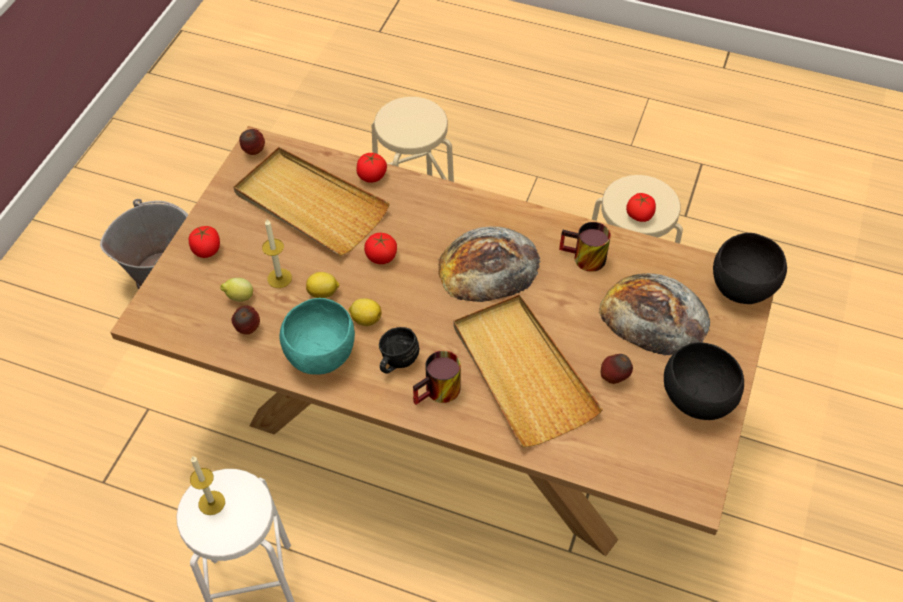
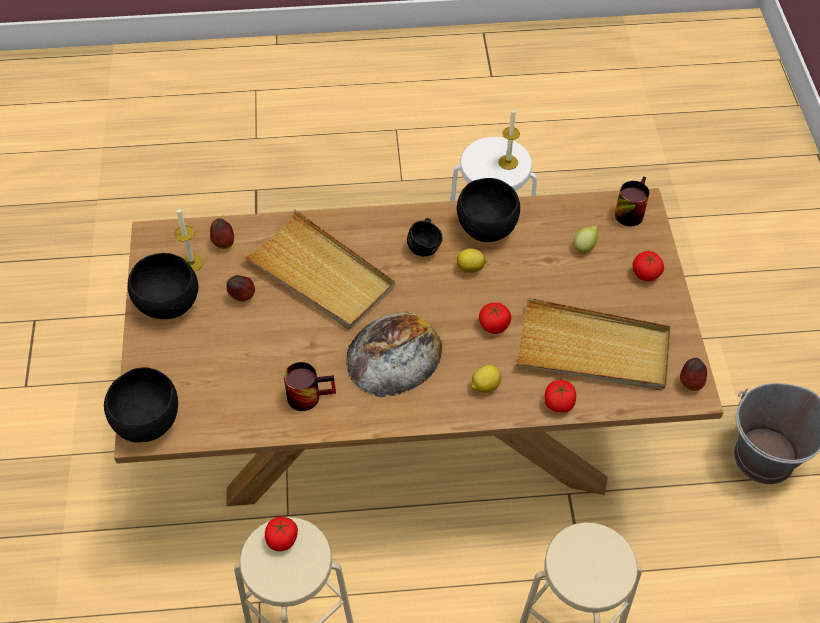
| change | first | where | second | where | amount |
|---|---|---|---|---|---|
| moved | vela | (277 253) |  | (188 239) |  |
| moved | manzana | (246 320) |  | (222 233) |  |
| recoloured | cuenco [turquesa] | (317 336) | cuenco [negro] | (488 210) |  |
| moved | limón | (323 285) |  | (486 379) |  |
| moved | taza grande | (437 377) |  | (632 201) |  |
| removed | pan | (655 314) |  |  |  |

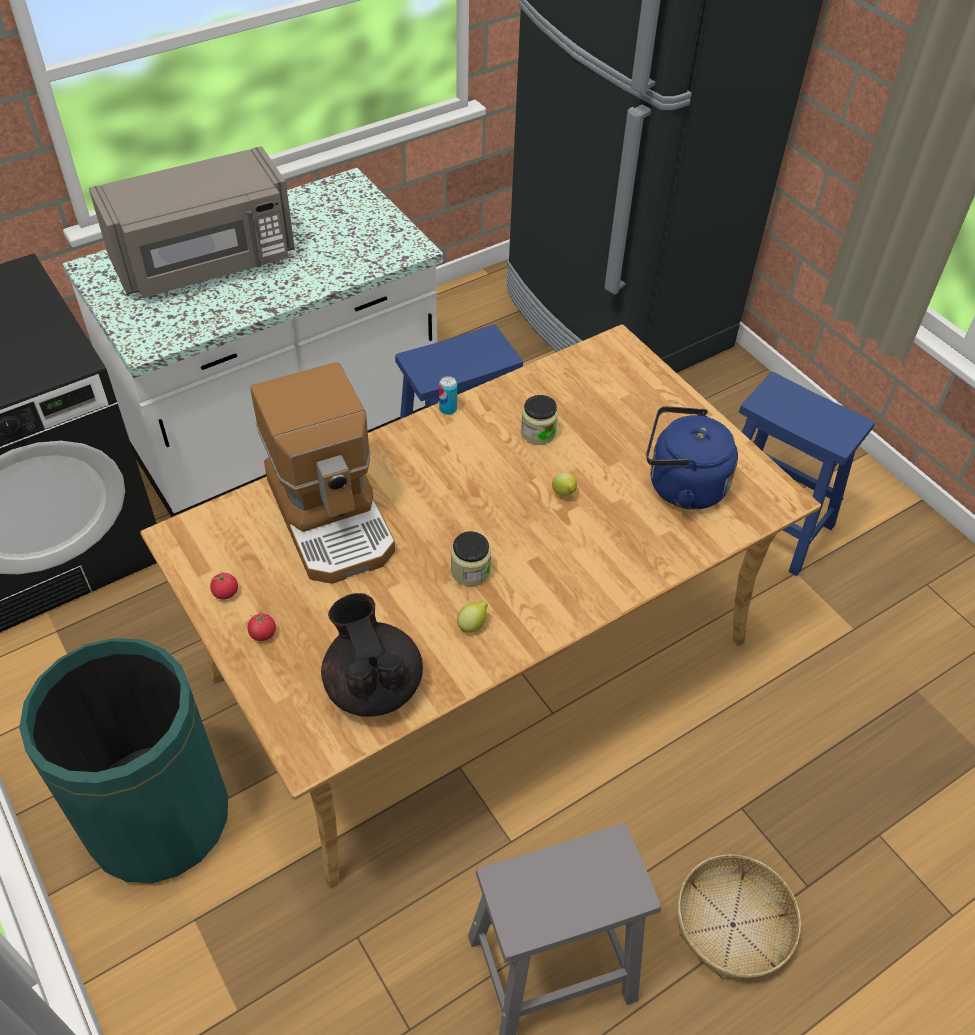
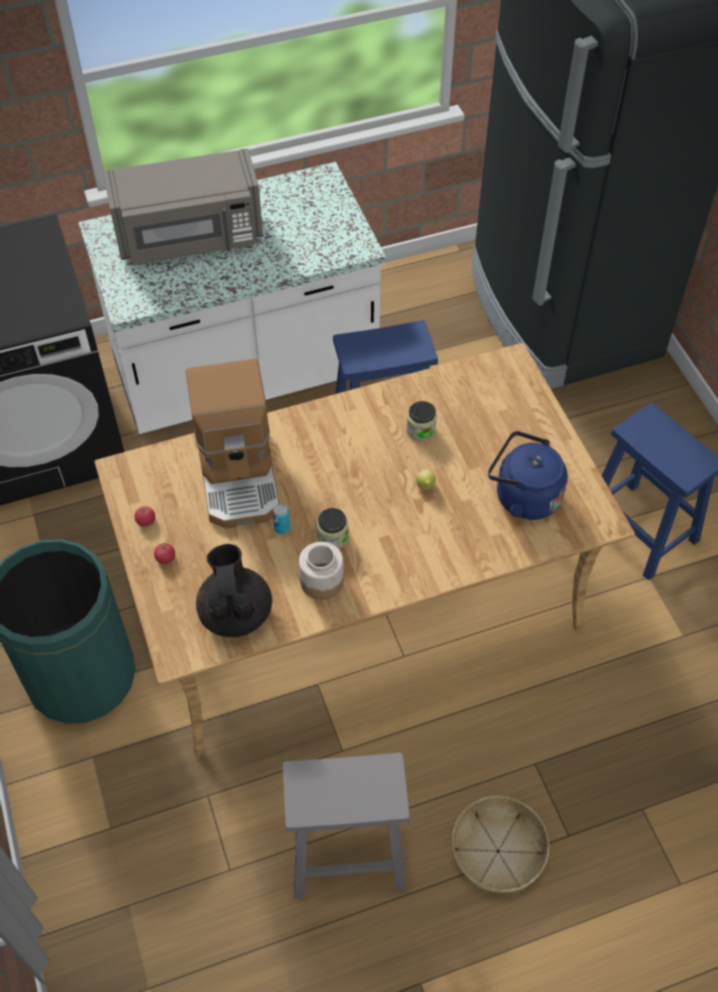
| change | first | where | second | where | amount |
|---|---|---|---|---|---|
| moved | lata | (448 395) |  | (281 519) |  |
| replaced | limón | (472 617) | tarro | (321 571) |  |

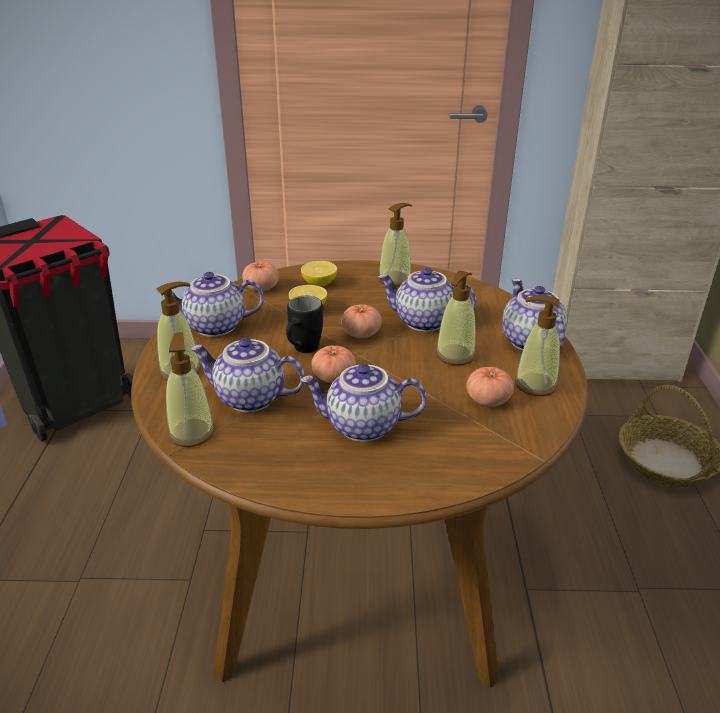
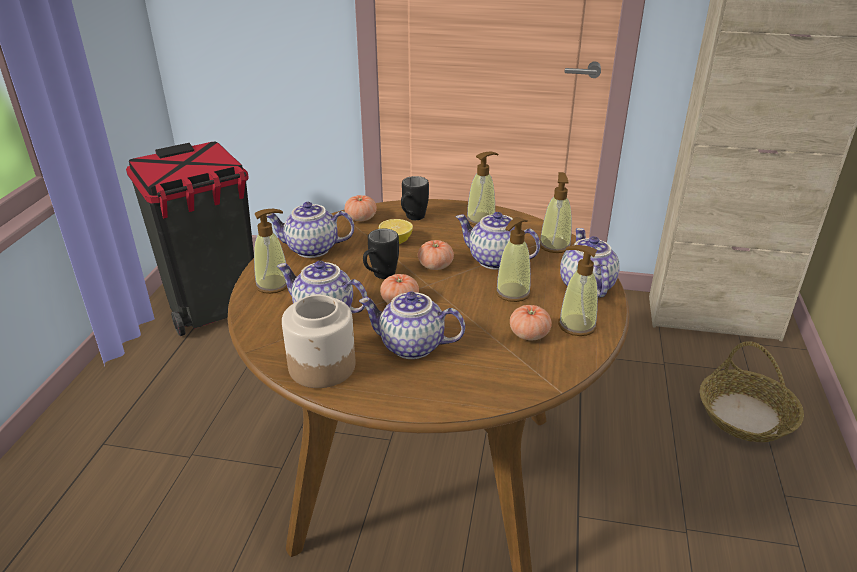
| change | first | where | second | where | amount |
|---|---|---|---|---|---|
| added |  |  | tarro | (319 341) |  |
| replaced | limón | (319 274) | taza grande [negro] | (415 198) |  |
| moved | dispensador de jabón | (190 389) |  | (556 212) |  |

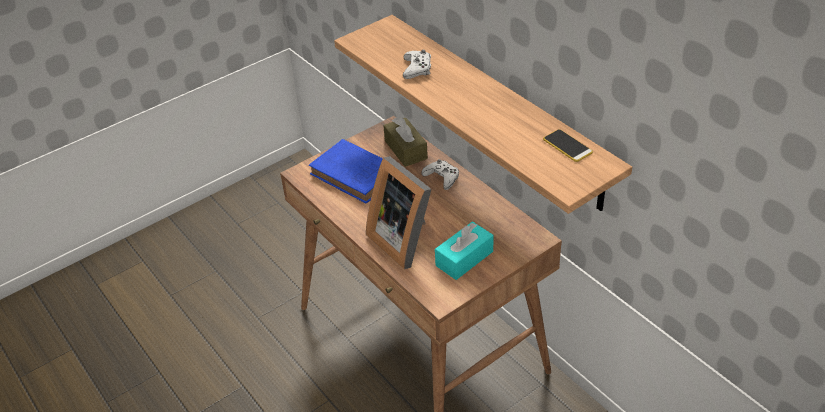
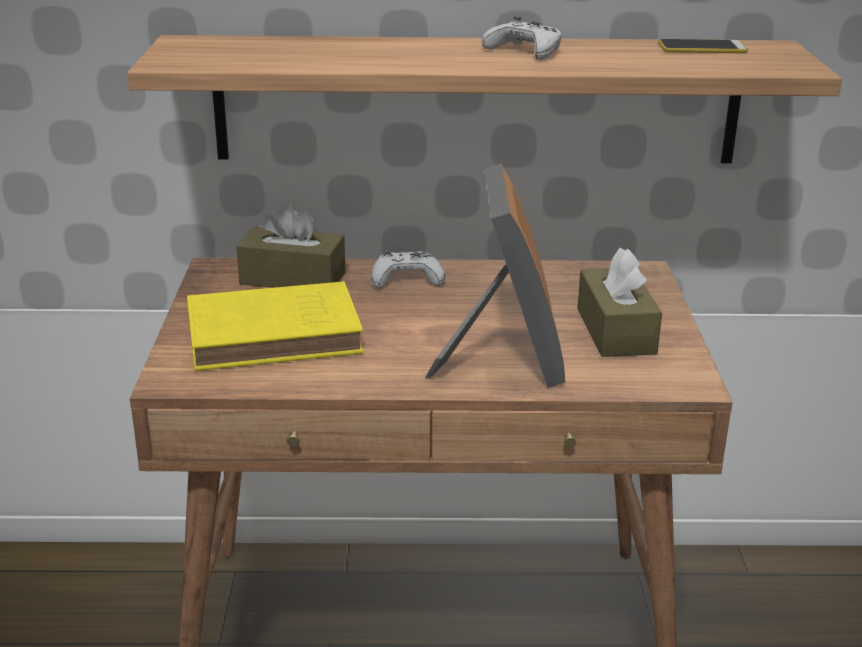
| change | first | where | second | where | amount |
|---|---|---|---|---|---|
| recoloured | libro [azul] | (346 171) | libro [amarillo] | (275 326) |  |
| turned | portarretratos | (398 212) |  | (495 276) | 90 degrees counterclockwise |
| moved | mando de consola [blanco] | (417 64) |  | (521 38) |  |
| recoloured | caja de pañuelos [turquesa] | (464 250) | caja de pañuelos [marrón] | (619 302) |  |

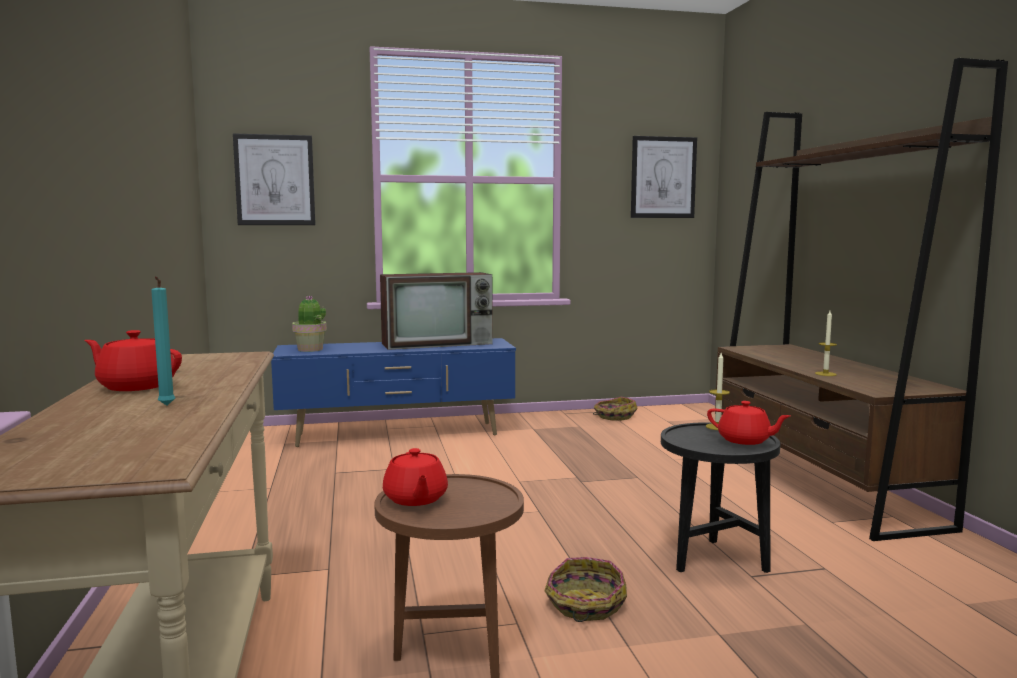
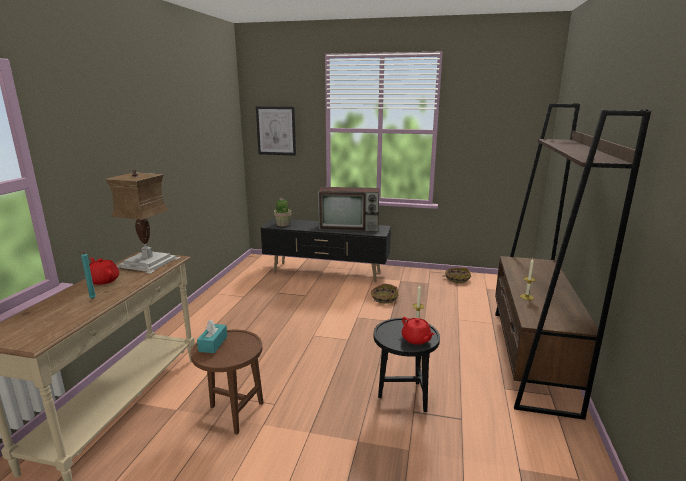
| change | first | where | second | where | amount |
|---|---|---|---|---|---|
| added |  |  | lámpara de mesa | (143 222) |  |
| replaced | tetera [rojo] | (415 477) | caja de pañuelos [turquesa] | (212 336) |  |
| recoloured | mueble de televisión [azul] | (393 392) | mueble de televisión [negro] | (326 250) |  |
| moved | cesta | (585 589) |  | (384 293) |  |
| removed | cuadro | (664 177) |  |  |  |

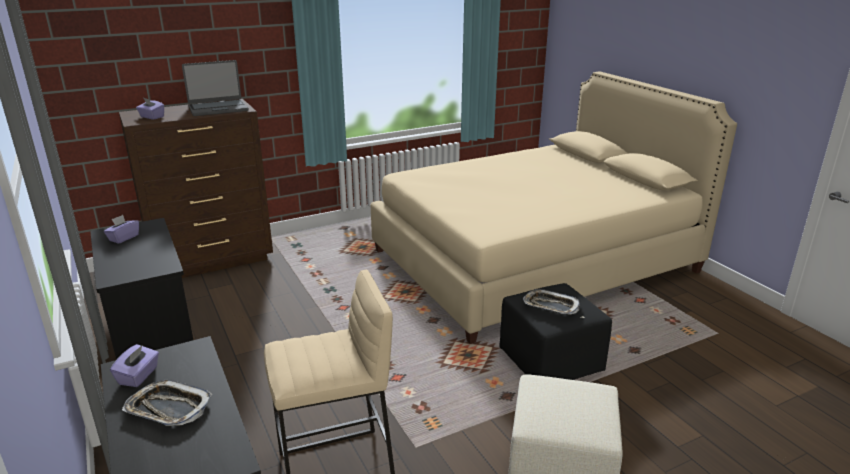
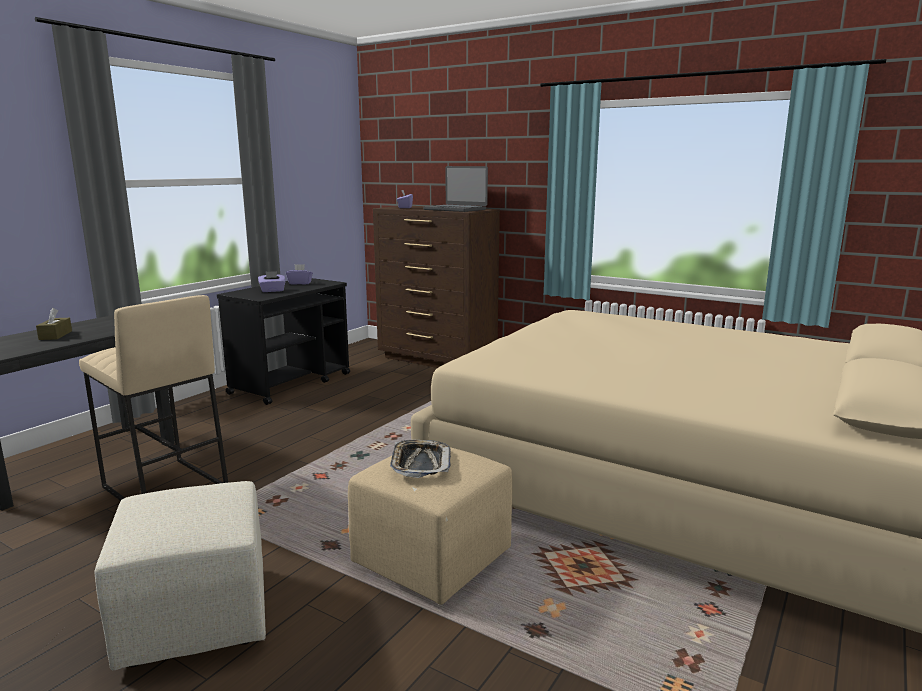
| change | first | where | second | where | amount |
|---|---|---|---|---|---|
| replaced | bandeja | (167 403) | caja de pañuelos [marrón] | (54 324) |  |
| moved | caja de pañuelos [morado] | (134 365) |  | (272 281) |  |
| recoloured | puf [negro] | (555 331) | puf [beis] | (430 526) |  |

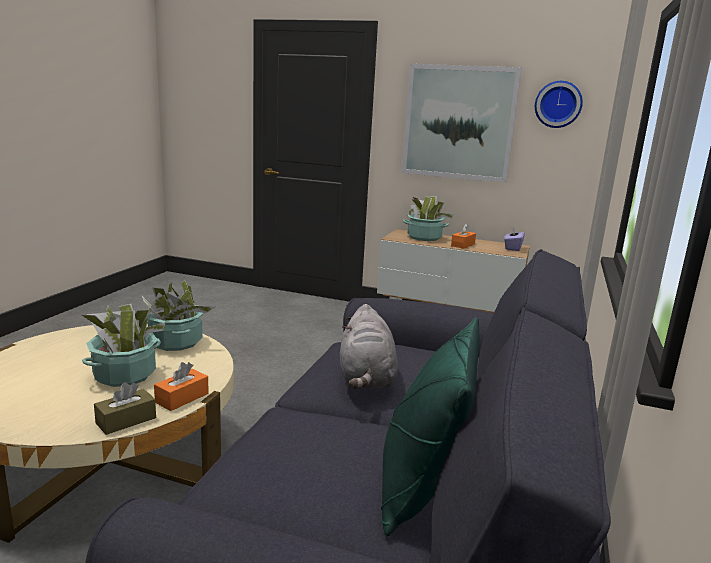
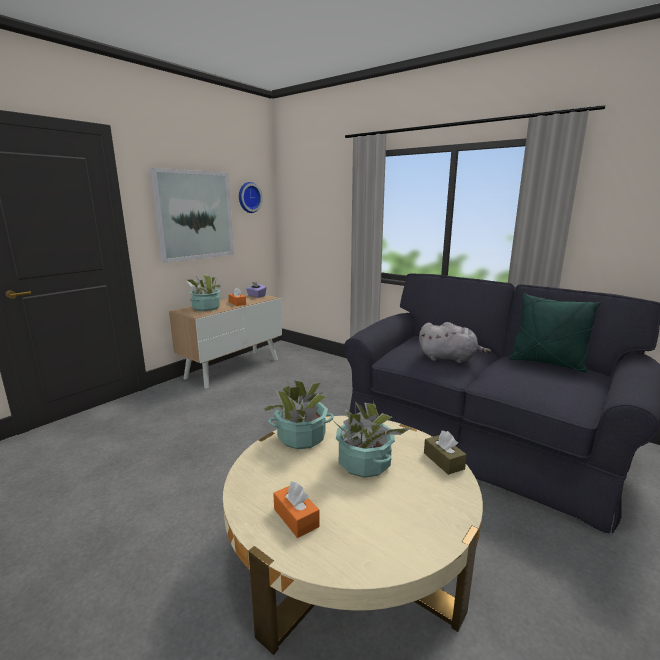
| change | first | where | second | where | amount |
|---|---|---|---|---|---|
| moved | caja de pañuelos [naranja] | (181 386) |  | (296 509) |  |

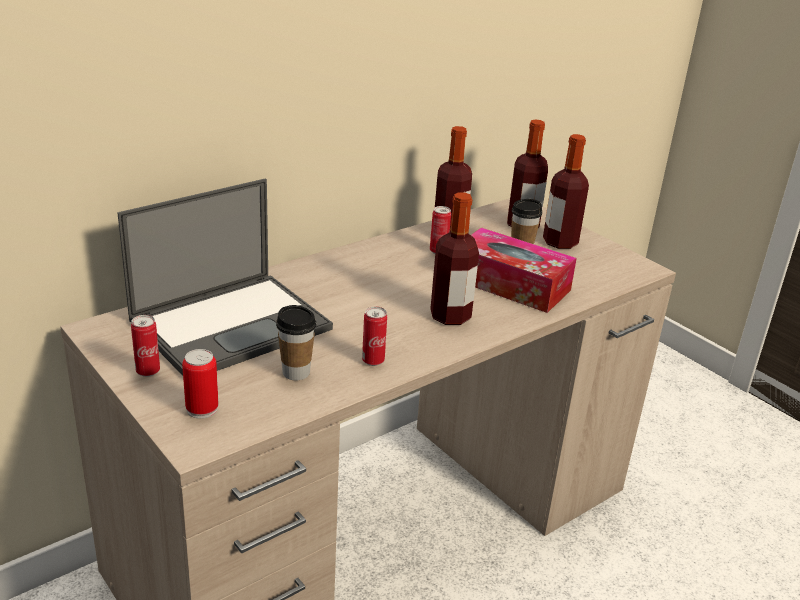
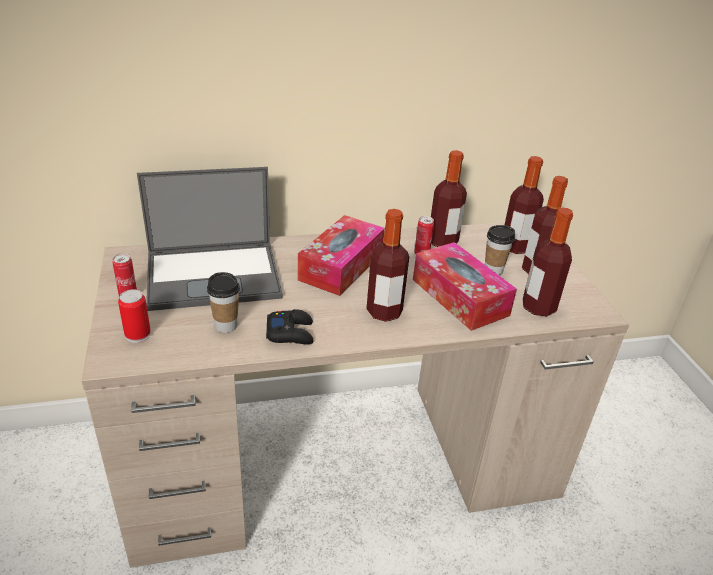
| change | first | where | second | where | amount |
|---|---|---|---|---|---|
| replaced | lata | (374 336) | mando de consola [negro] | (290 326) |  |
| added |  |  | caja de pañuelos | (341 255) |  |
| added |  |  | botella | (548 262) |  |

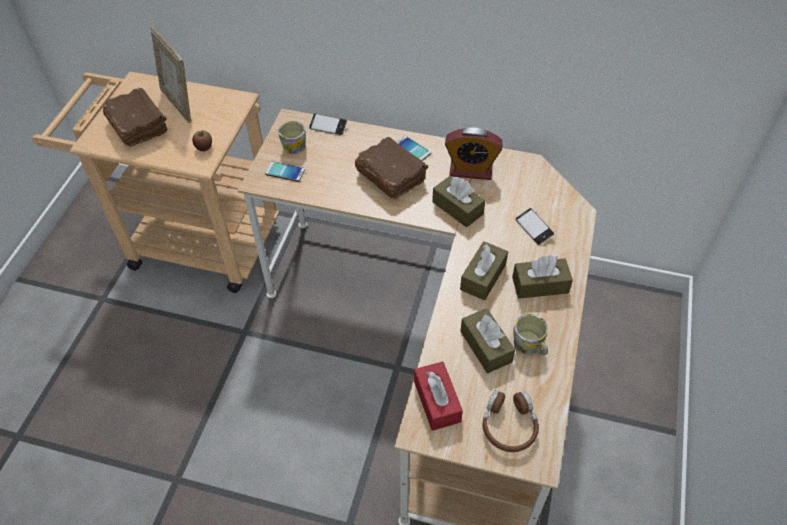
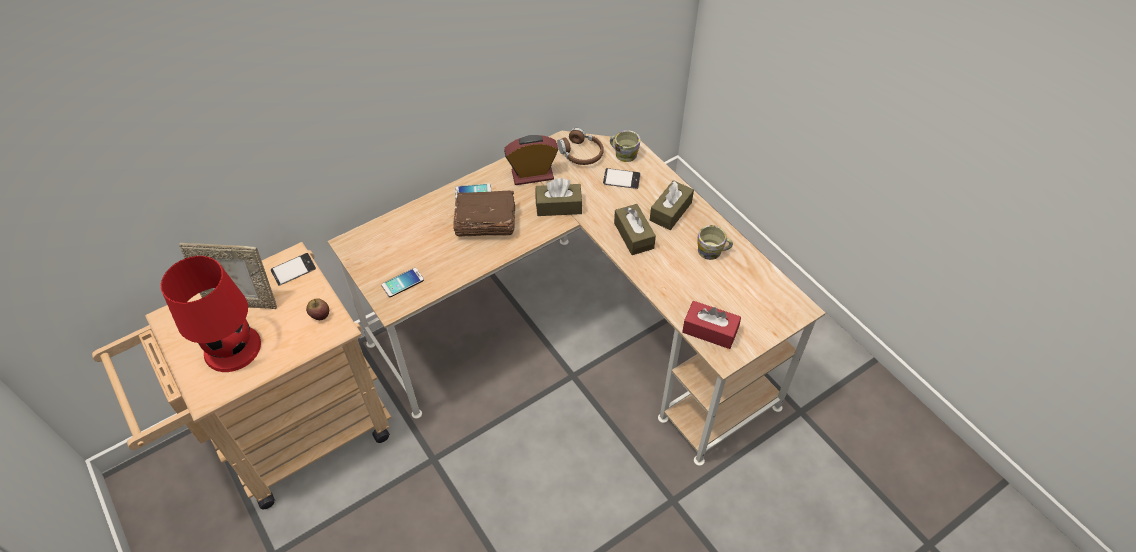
| change | first | where | second | where | amount |
|---|---|---|---|---|---|
| replaced | libro [marrón] | (135 117) | lámpara de mesa [rojo] | (211 314) |  |
| moved | móvil | (328 124) |  | (293 269) |  |
| turned | despertador | (474 154) |  | (531 160) | 150 degrees counterclockwise |
| moved | auriculares [marrón] | (510 421) |  | (580 146) |  |
| moved | taza grande | (292 137) |  | (625 146) |  |
| removed | caja de pañuelos [marrón] | (487 340) |  |  |  |

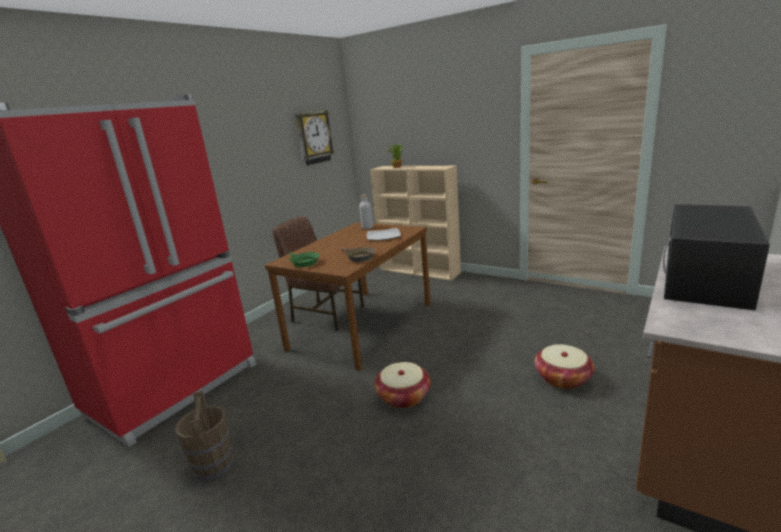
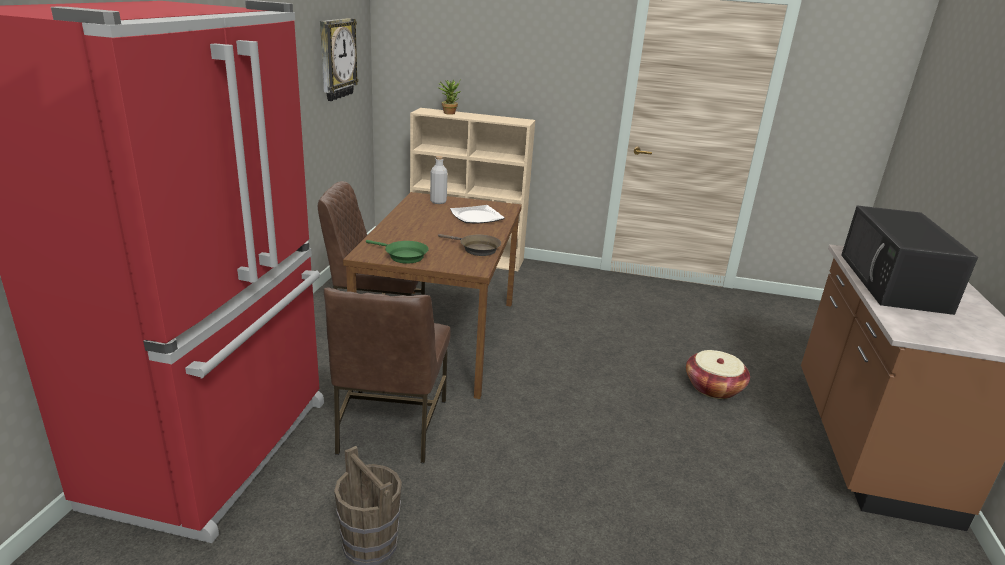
| change | first | where | second | where | amount |
|---|---|---|---|---|---|
| added |  |  | silla [marrón] | (387 375) |  |
| removed | cesta | (402 385) |  |  |  |

